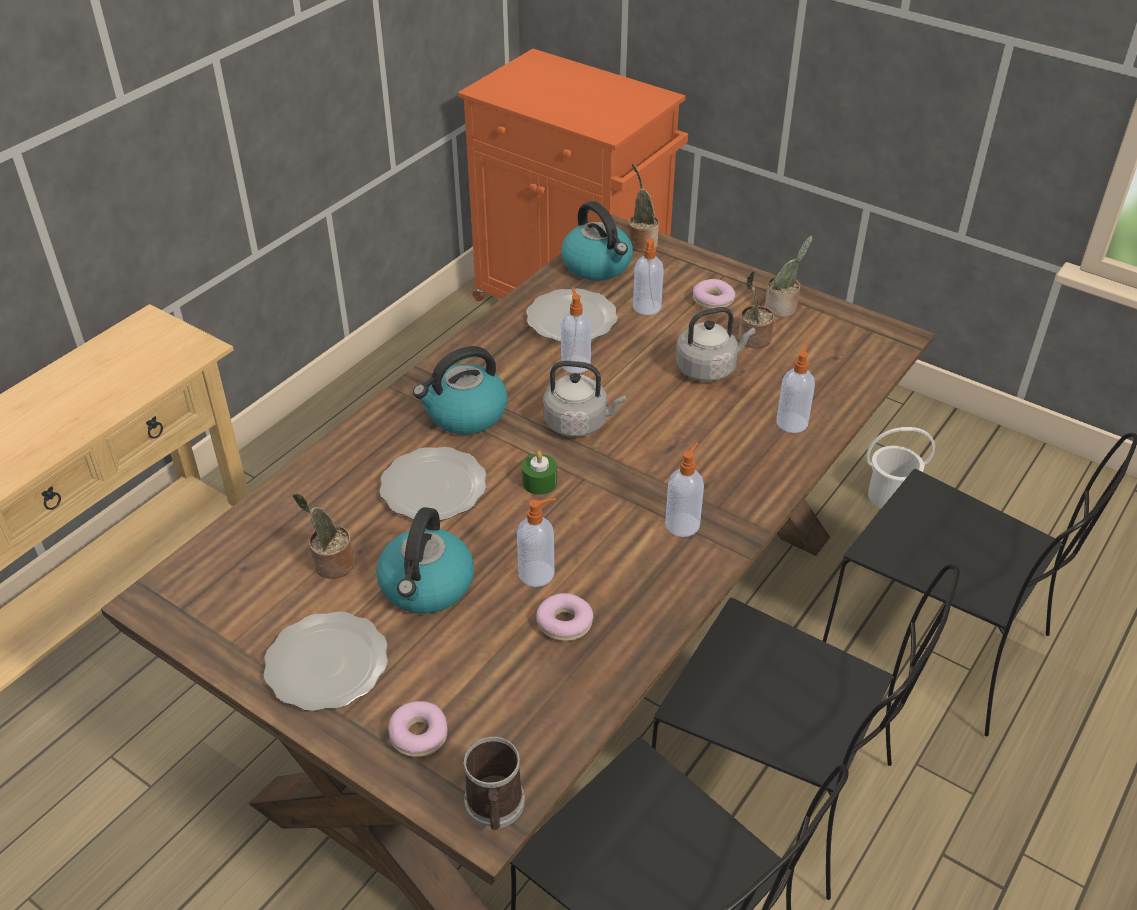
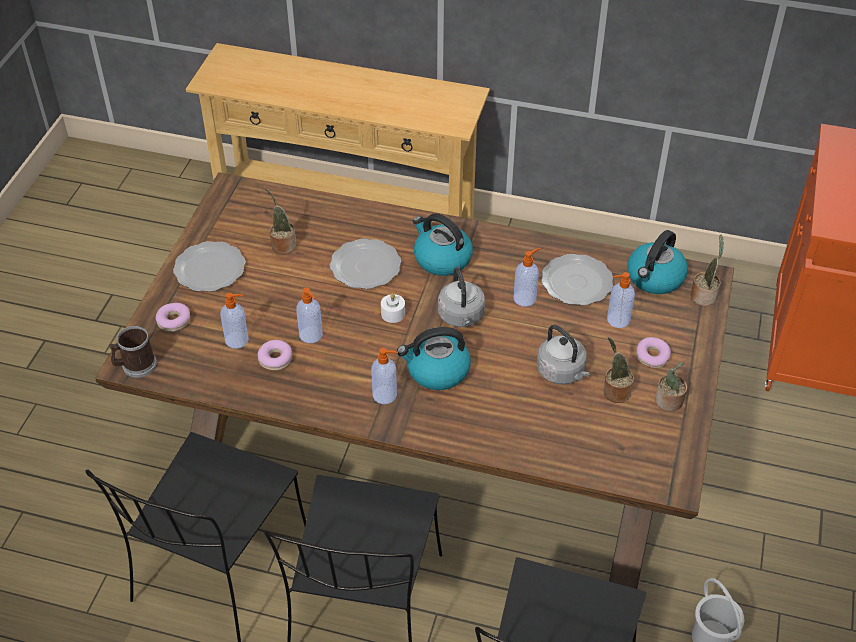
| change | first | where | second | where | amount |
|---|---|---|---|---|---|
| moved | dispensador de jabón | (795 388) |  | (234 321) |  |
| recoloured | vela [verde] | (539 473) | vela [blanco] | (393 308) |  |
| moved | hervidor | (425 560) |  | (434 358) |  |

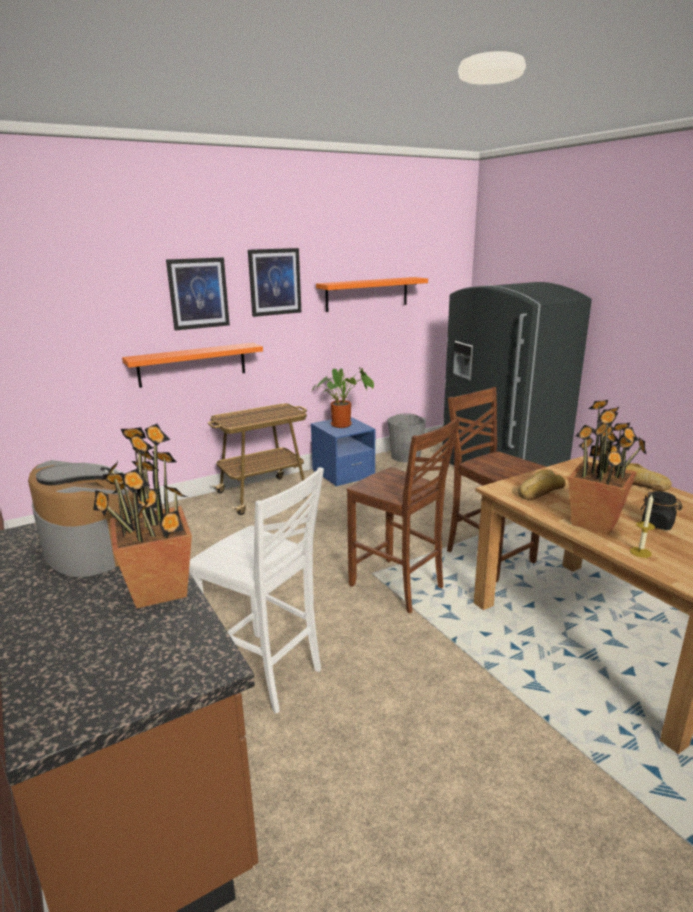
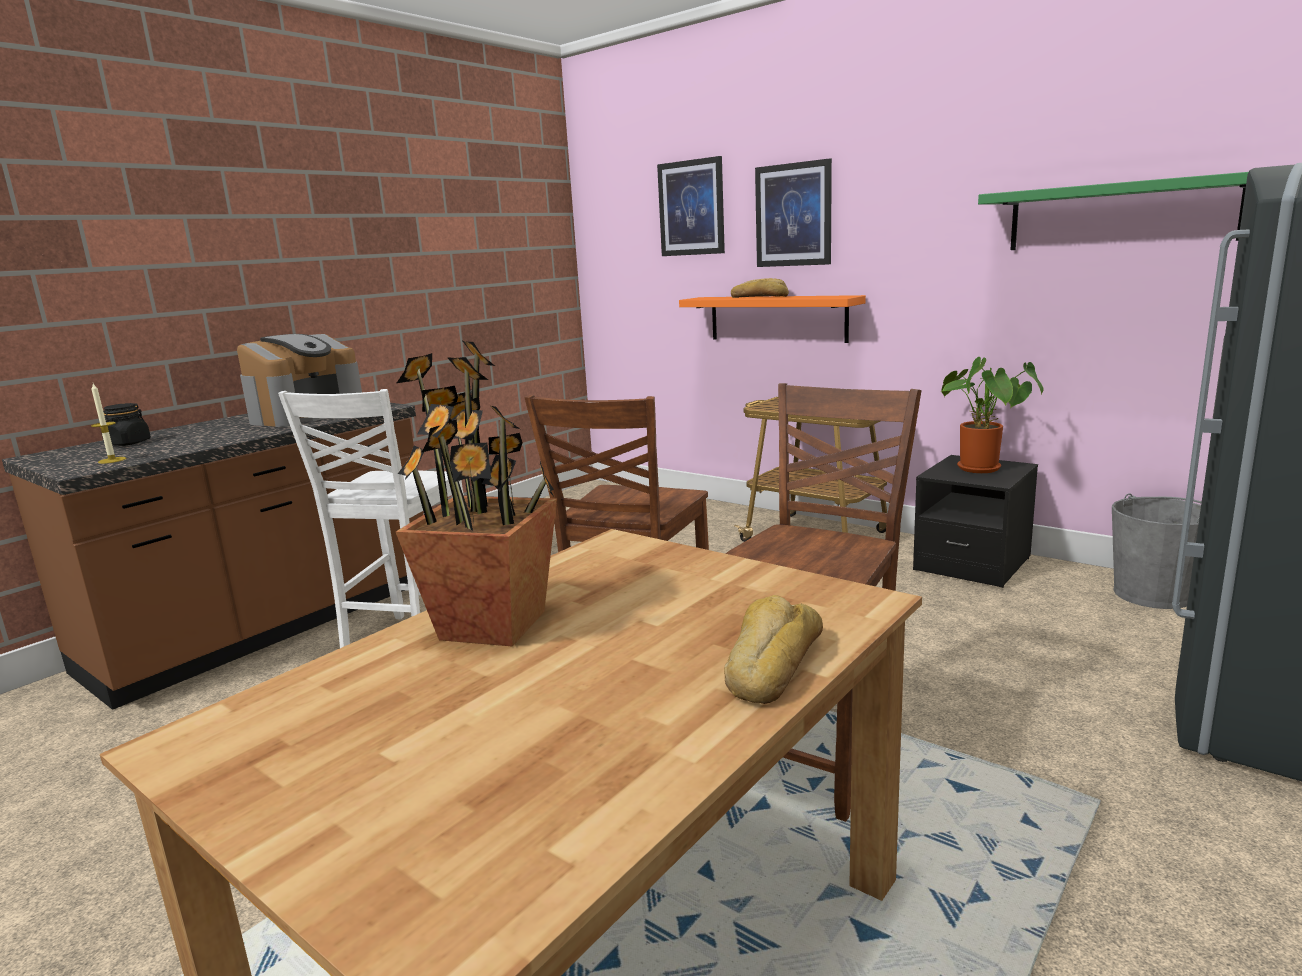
| change | first | where | second | where | amount |
|---|---|---|---|---|---|
| moved | vela | (642 526) |  | (108 423) |  |
| moved | tarro [negro] | (661 510) |  | (126 424) |  |
| moved | cuadro | (274 282) |  | (691 206) |  |
| moved | pan | (542 485) |  | (760 288) |  |
| recoloured | mesita de noche [azul] | (343 452) | mesita de noche [negro] | (975 521) |  |
| recoloured | estante [naranja] | (372 294) | estante [verde] | (1113 211) |  |
| removed | planta en maceta | (142 516) |  |  |  |

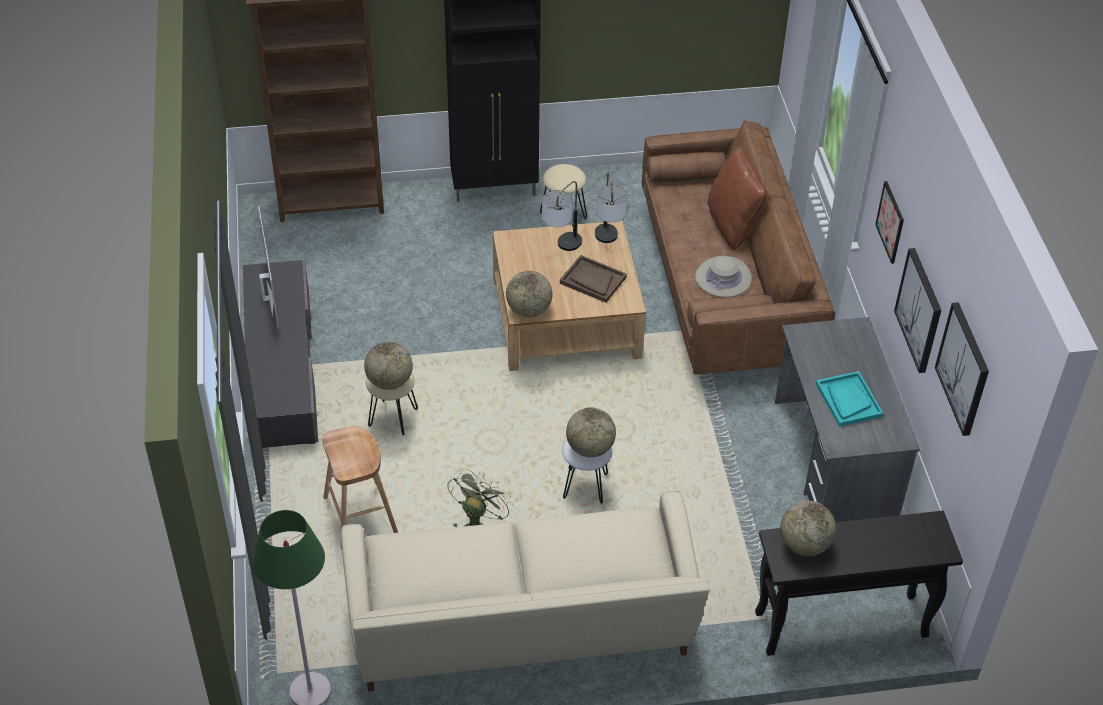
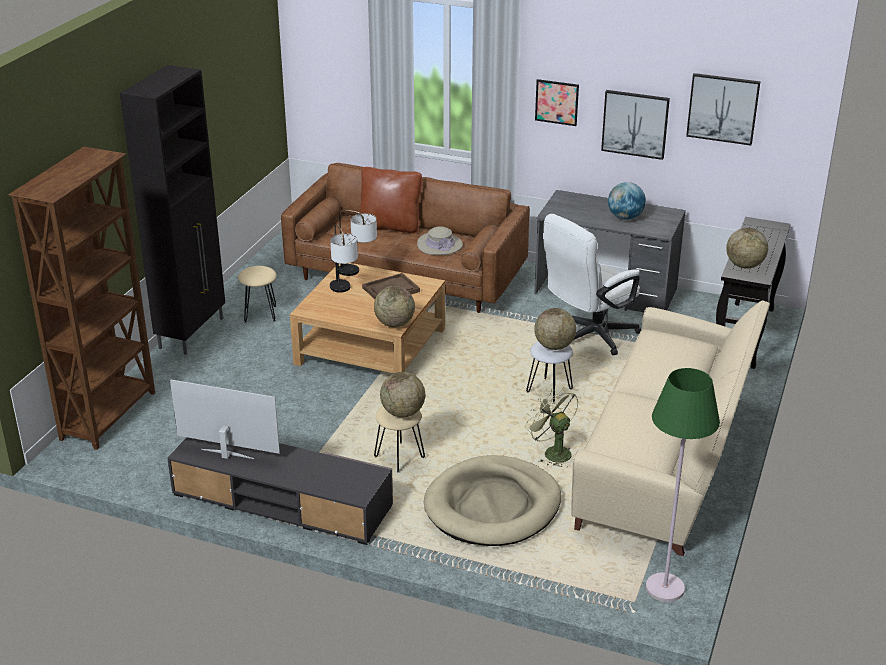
| change | first | where | second | where | amount |
|---|---|---|---|---|---|
| replaced | taburete [marrón] | (360 487) | cama para perro [beis] | (492 500) |  |
| added |  |  | silla de oficina [blanco] | (592 284) |  |
| replaced | bandeja [turquesa] | (849 399) | globo terráqueo | (627 201) |  |

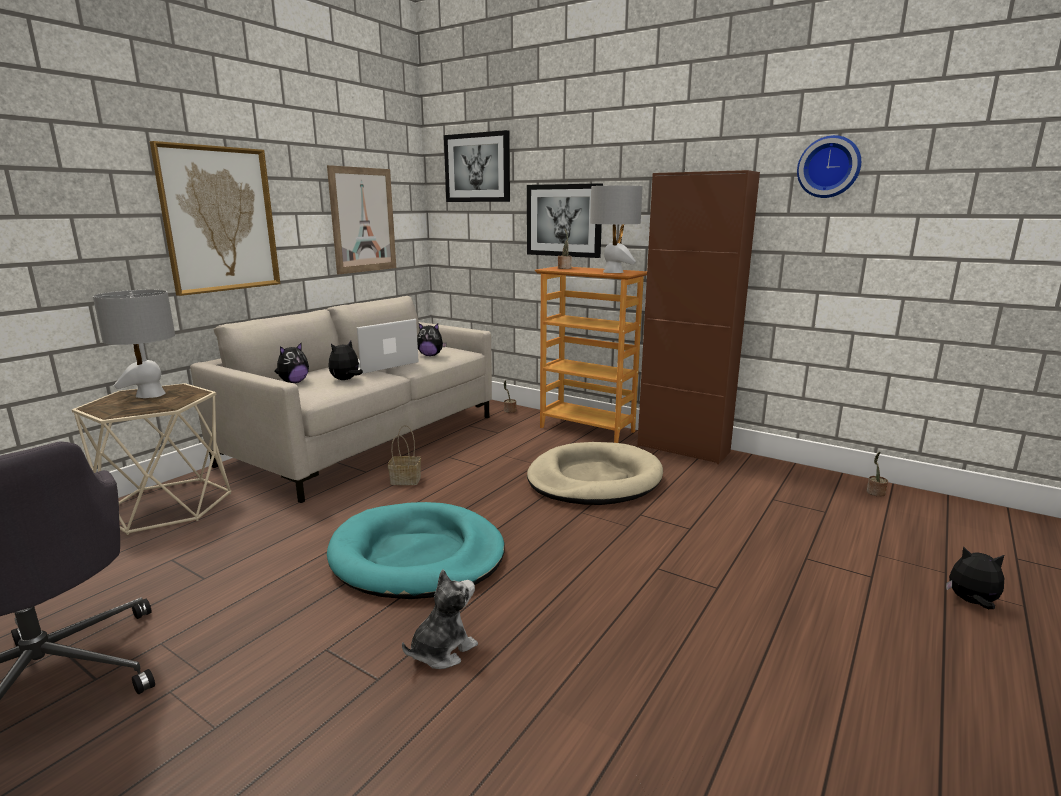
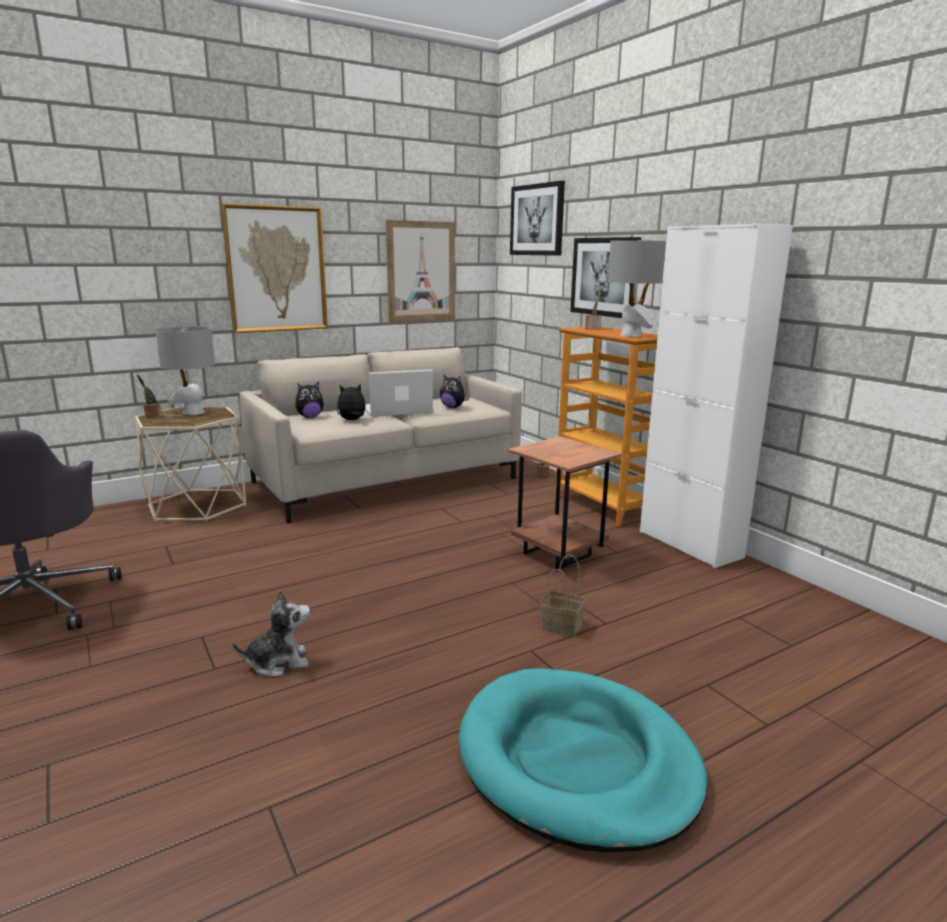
| change | first | where | second | where | amount |
|---|---|---|---|---|---|
| moved | planta en maceta | (877 474) |  | (149 396) |  |
| moved | cama para perro [turquesa] | (416 550) |  | (583 760) |  |
| replaced | cama para perro [beis] | (595 473) | mesa auxiliar [marrón] | (564 502) |  |
| moved | cesta | (404 455) |  | (562 595) |  |
| recoloured | armario [marrón] | (698 317) | armario [blanco] | (716 396) |  |
| removed | reloj de pared | (829 166) |  |  |  |
| removed | peluche | (975 577) |  |  |  |

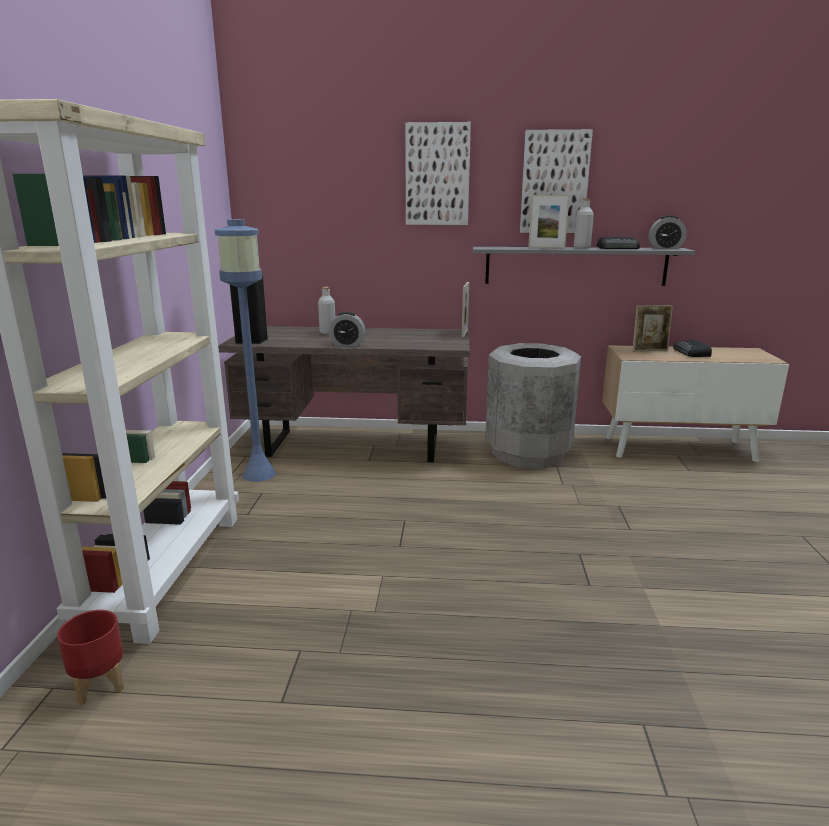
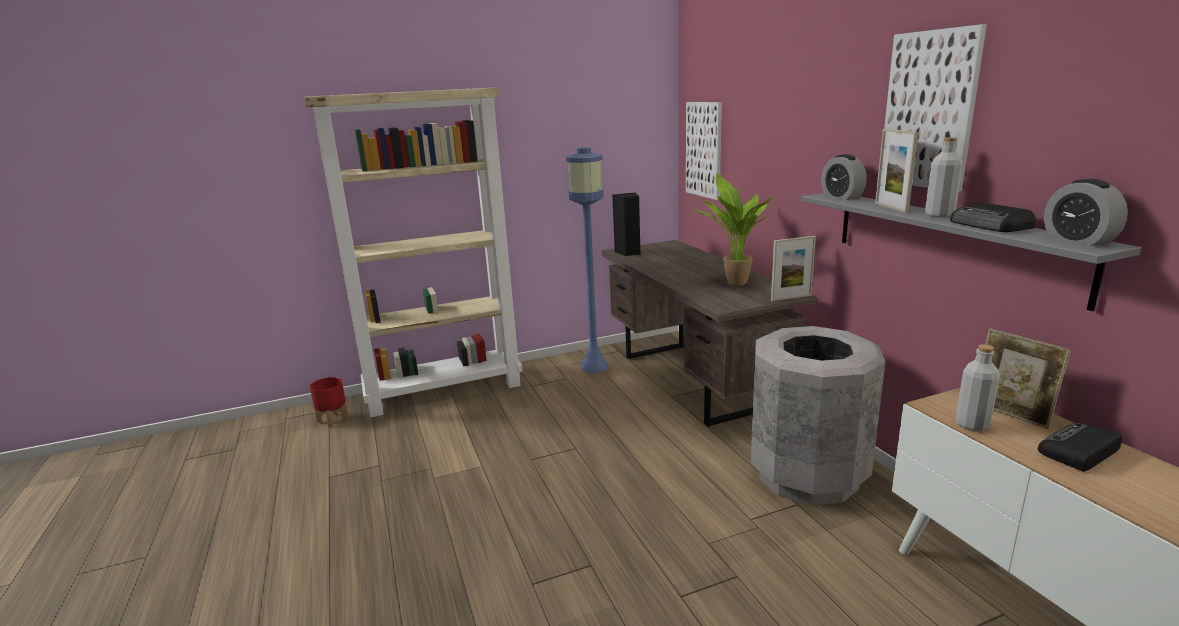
| change | first | where | second | where | amount |
|---|---|---|---|---|---|
| moved | cuadro | (438 173) |  | (704 151) |  |
| added |  |  | planta en maceta | (733 229) |  |
| moved | despertador | (347 329) |  | (844 177) |  |
| moved | botella [gris] | (326 310) |  | (977 387) |  |

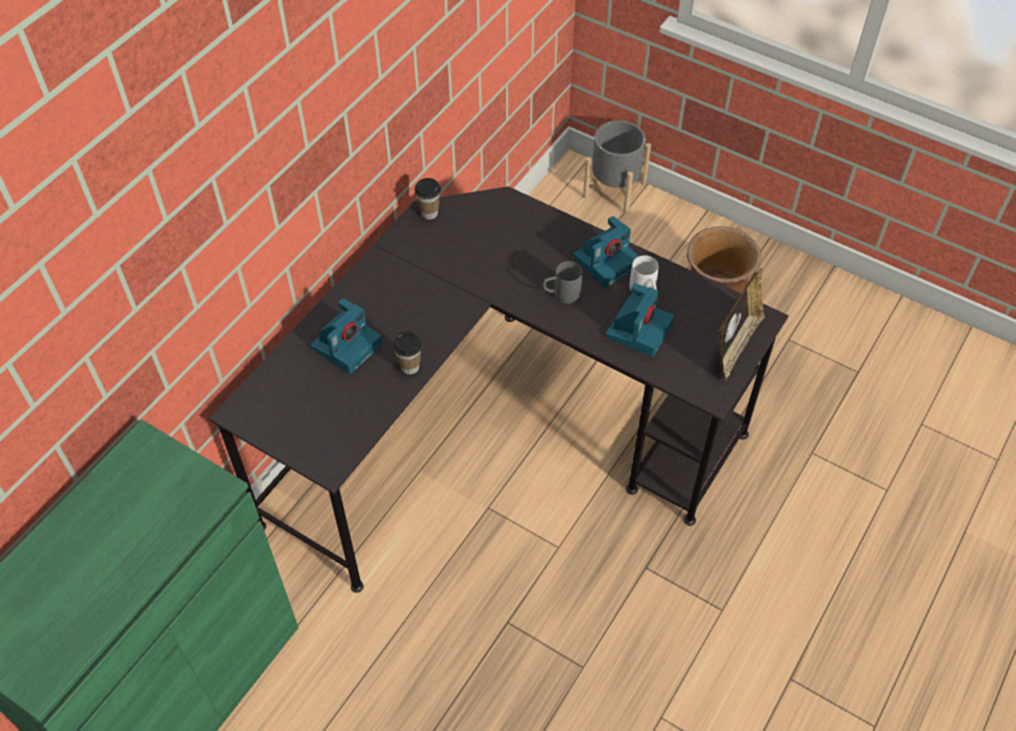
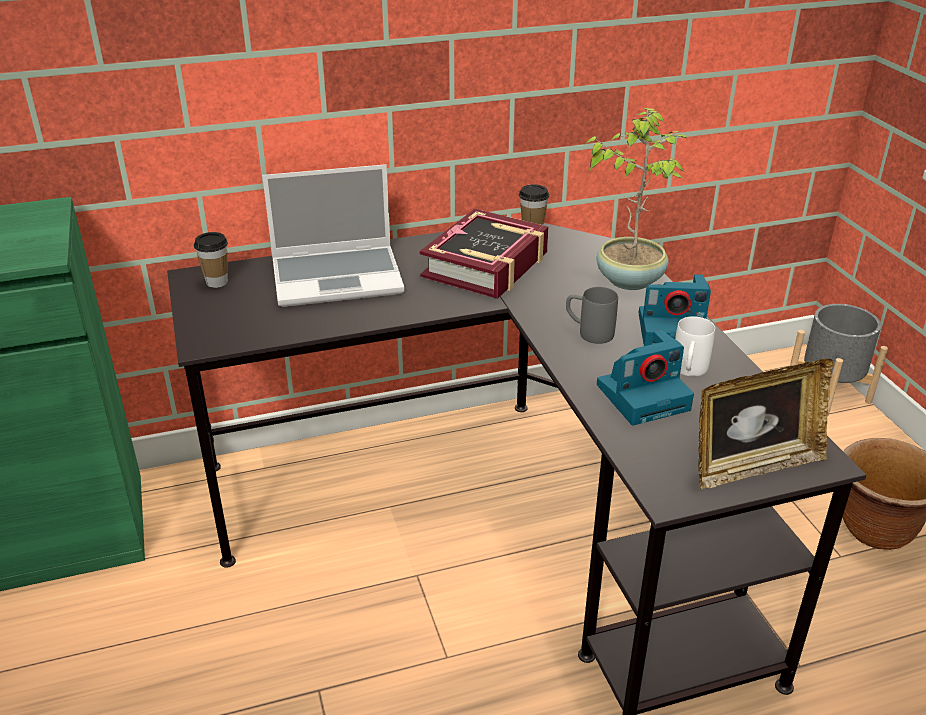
| change | first | where | second | where | amount |
|---|---|---|---|---|---|
| moved | taza | (407 353) |  | (211 260) |  |
| replaced | cámara | (346 336) | portátil | (333 235) |  |
| added |  |  | libro | (484 254) |  |
| added |  |  | planta en maceta | (636 199) |  |

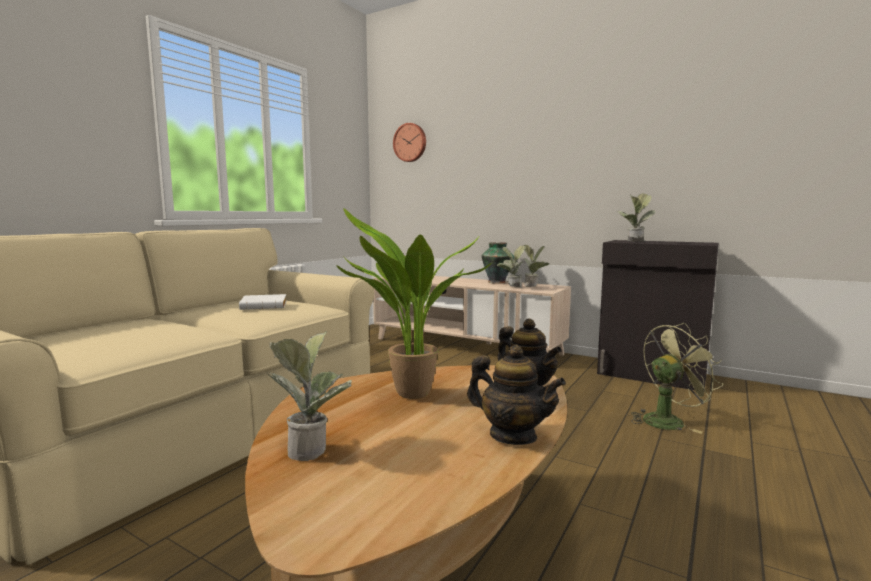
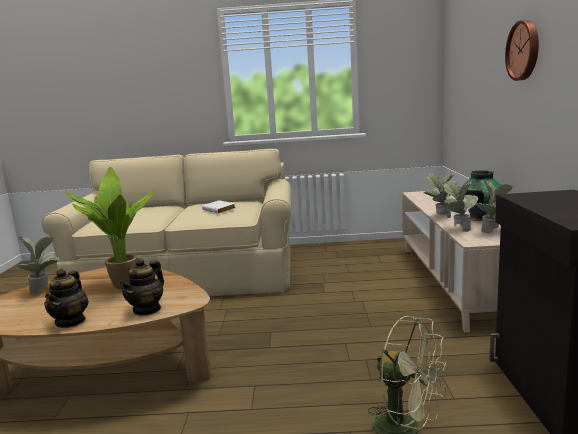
| change | first | where | second | where | amount |
|---|---|---|---|---|---|
| moved | planta en maceta | (636 217) |  | (439 195) |  |
| moved | reloj de pared | (409 142) |  | (522 50) |  |

